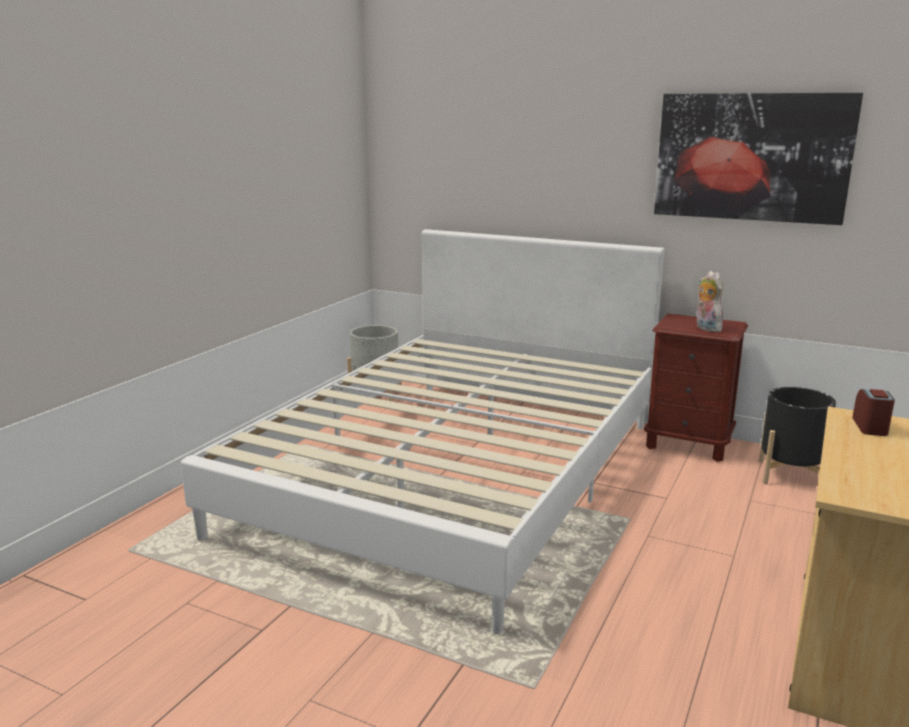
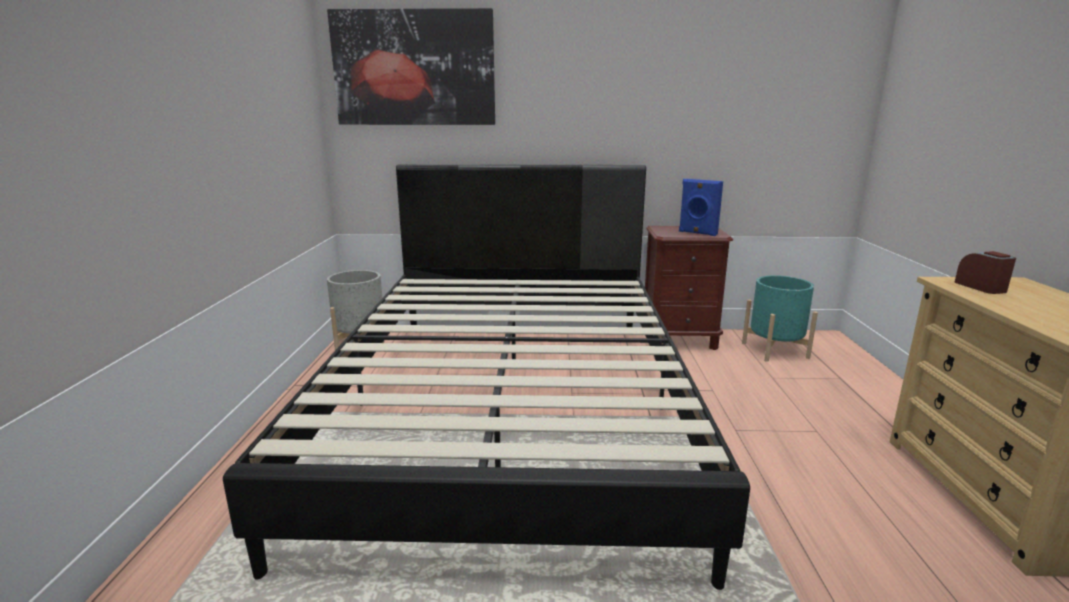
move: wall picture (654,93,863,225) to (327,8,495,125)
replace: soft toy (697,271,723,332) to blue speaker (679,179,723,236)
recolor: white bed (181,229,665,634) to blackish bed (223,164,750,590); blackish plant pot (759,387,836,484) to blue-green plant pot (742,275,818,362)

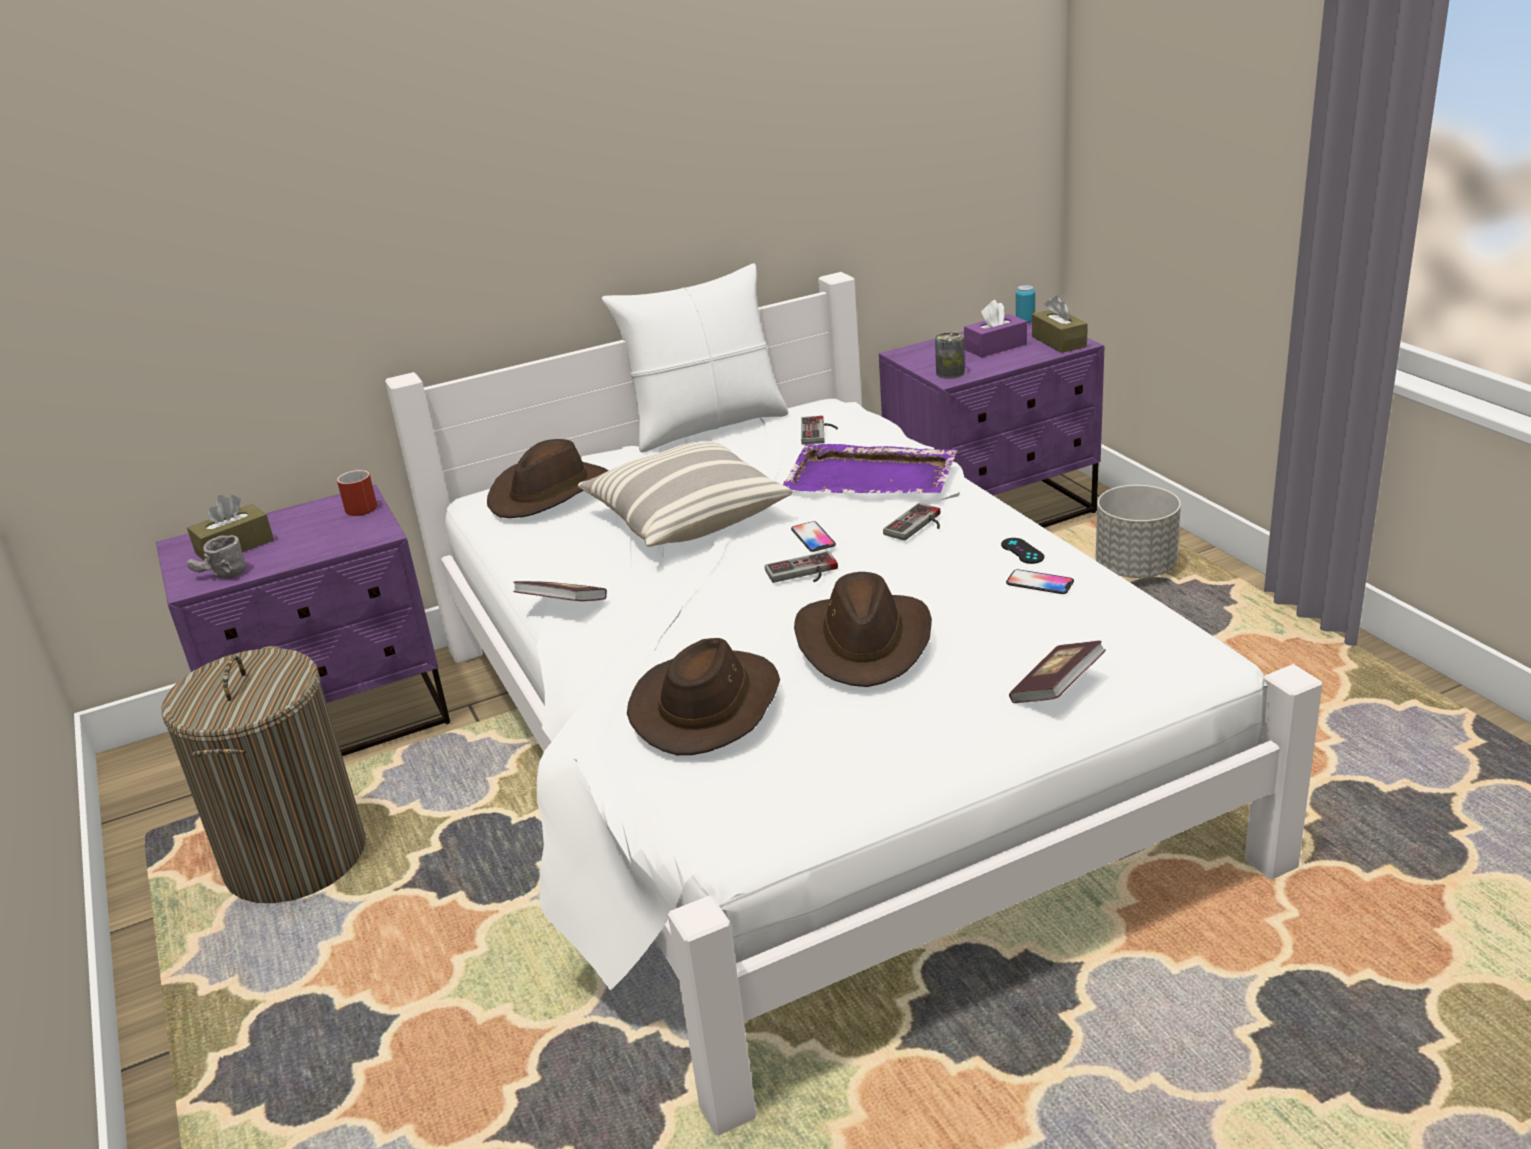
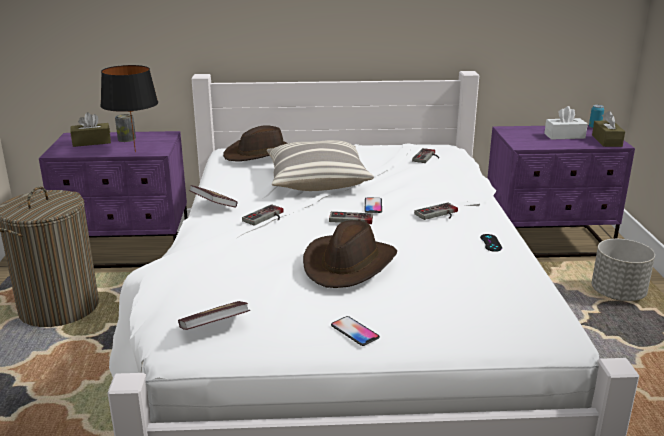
delete: grey coffee mug (187,535,246,579); reddish coffee mug (337,470,377,516); white pillow (602,263,788,453); brownish wearable hat (627,638,780,755); purplish serving tray (783,444,957,493)
insert: blackish tabletop lamp (100,65,158,153); game controller (242,204,284,226)
move: metal can (935,332,965,379) to (115,114,136,142); telephone (1006,569,1074,594) to (331,316,380,346); volume (1009,641,1106,703) to (178,301,250,330)
recolor: purplish box of tissues (964,300,1027,357) to white box of tissues (544,106,588,140)

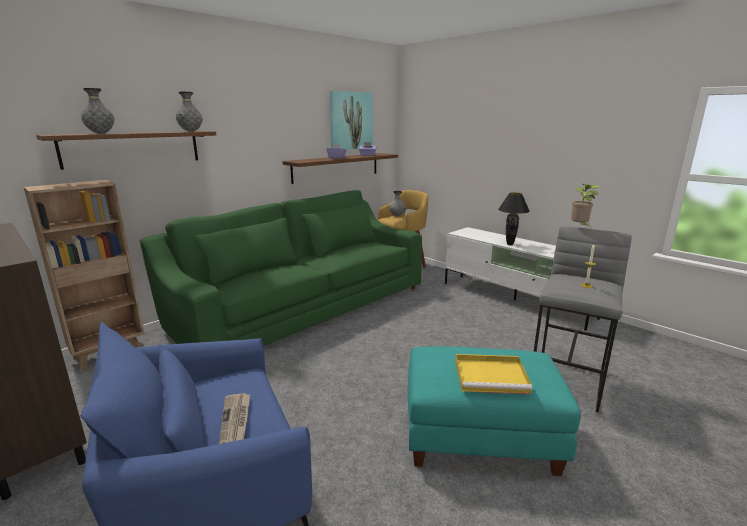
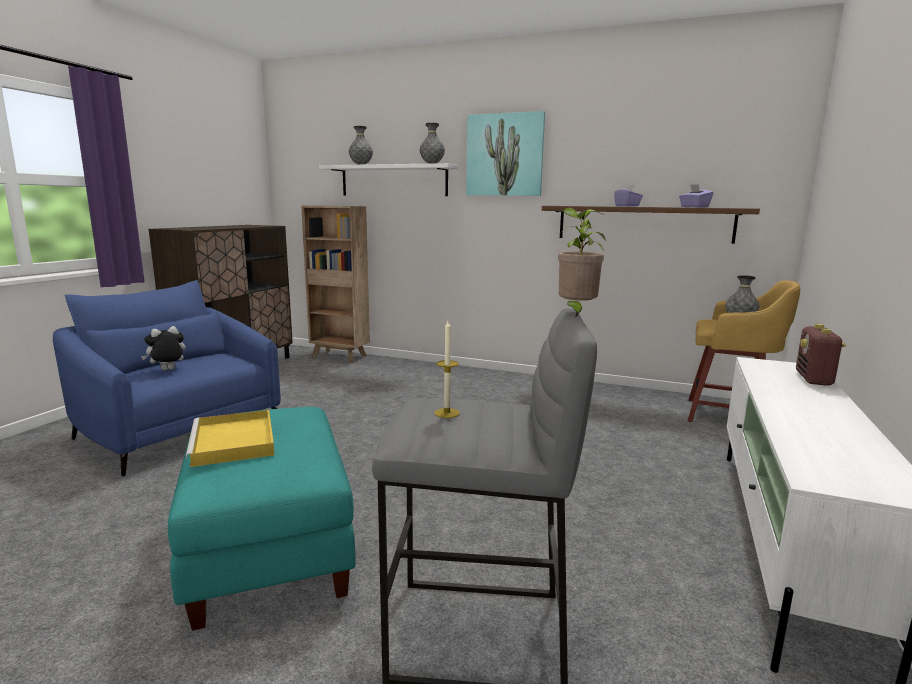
delete: green-coloured couch (140,190,422,346); blackish tabletop lamp (498,193,530,245)
insert: radio receiver (796,324,846,386)
move: wall picture (330,91,373,150) to (466,111,545,196)
replace: newspaper (219,393,250,444) to soft toy (141,326,186,371)
recolor: brownish bracket shelf (36,131,216,170) to white bracket shelf (319,163,459,196)

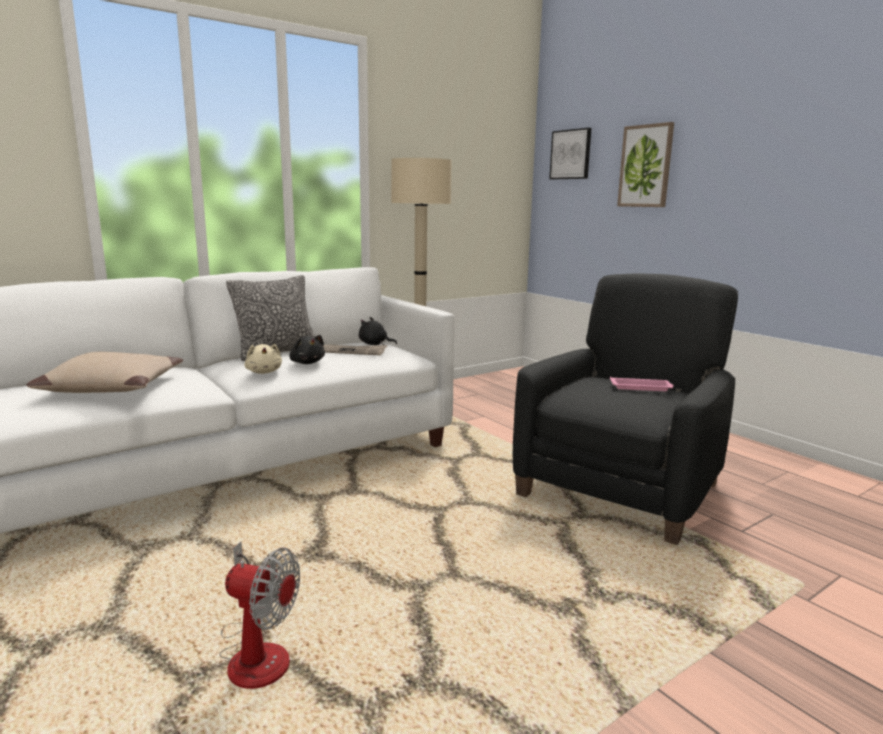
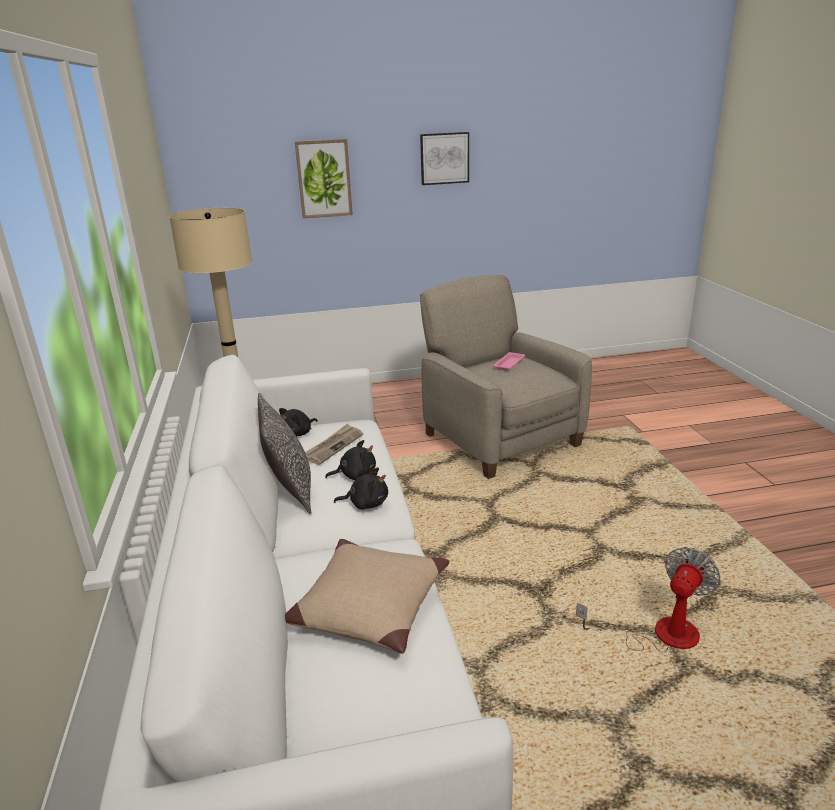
move: wall picture (549,128,591,179) to (420,132,469,185)
recolor: beige soft toy (244,344,282,374) to blackish soft toy (334,467,388,510); blackish lounge chair (513,273,738,545) to beige lounge chair (420,275,592,479)

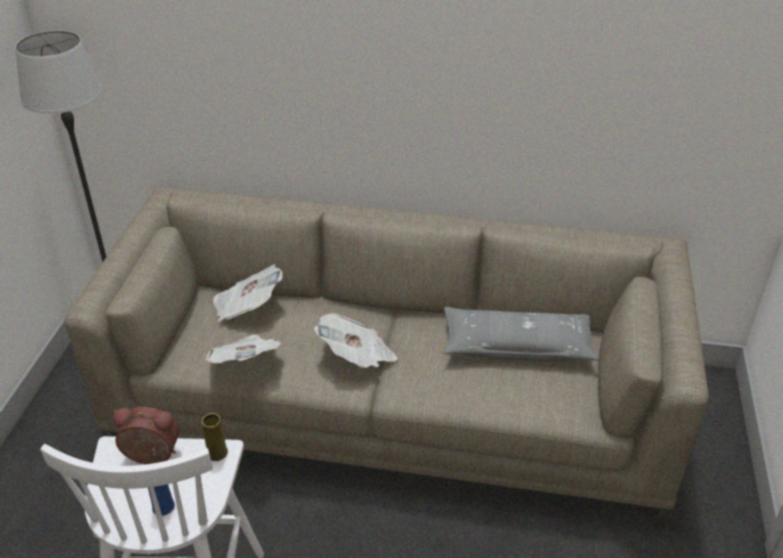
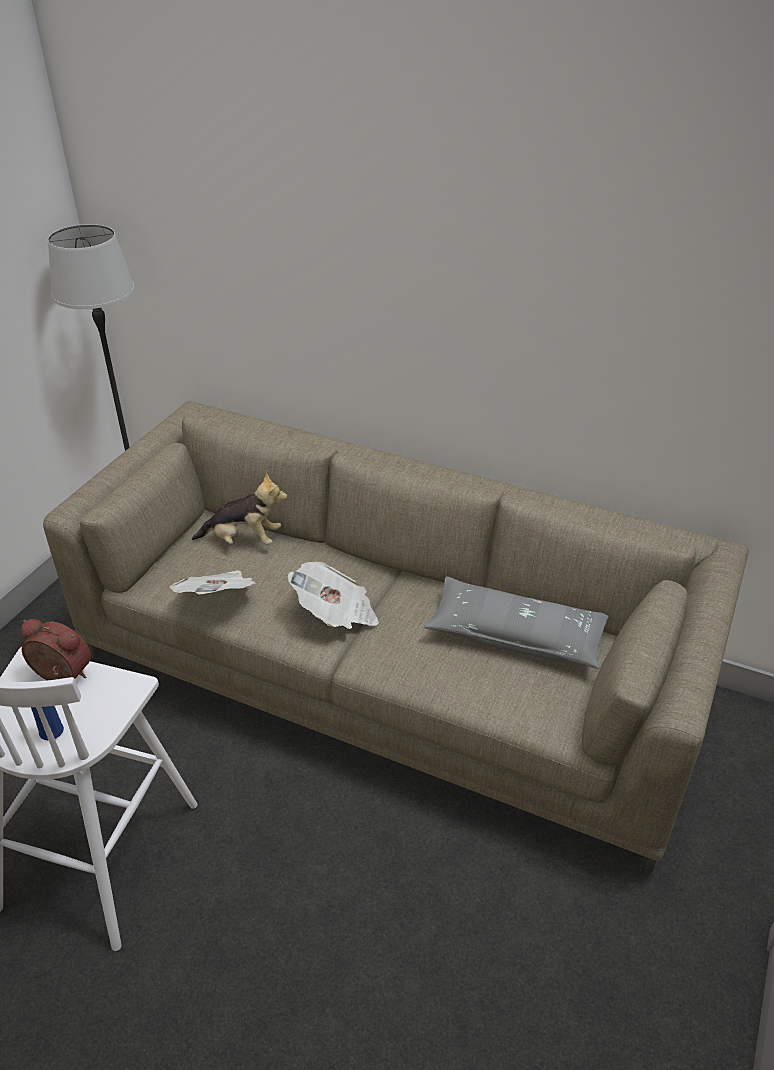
delete: yellowish vase (202,413,228,461)
replace: newspaper (213,264,283,322) to soft toy (192,472,287,545)

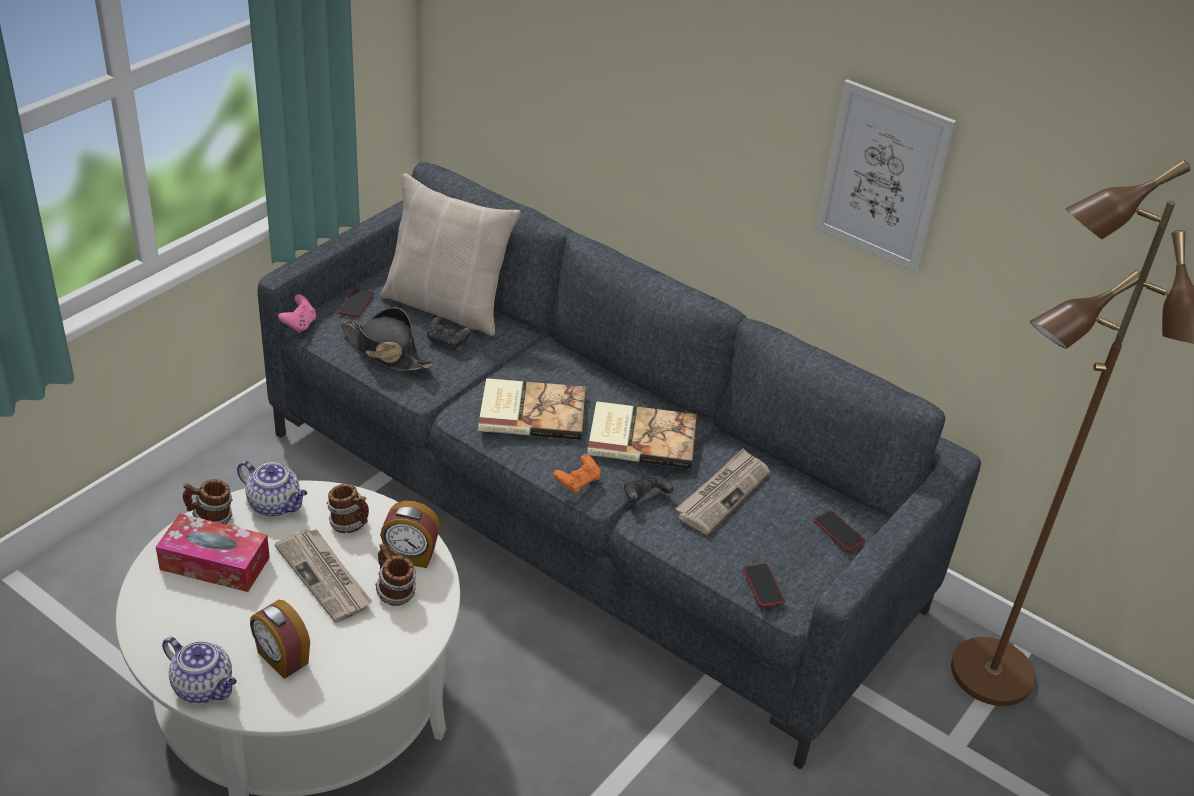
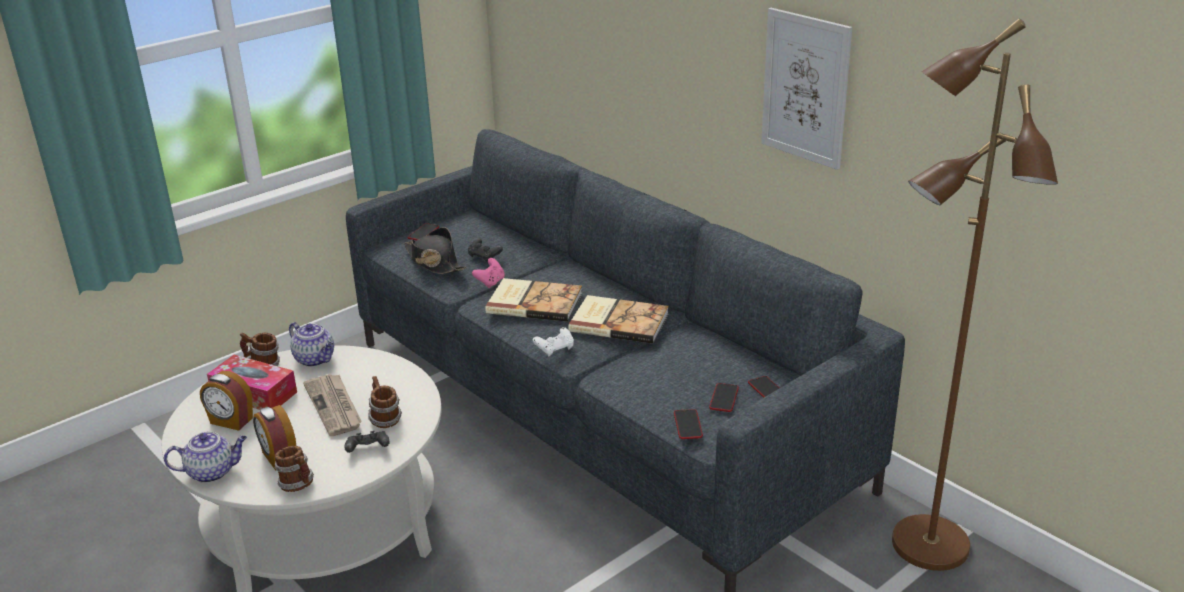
delete: beige pillow (380,173,521,336); newspaper (675,448,770,535)
insert: telephone (709,383,739,412)
move: pink game controller (278,294,316,333) to (472,258,505,288); coffee mug (327,484,369,533) to (274,446,314,492); alarm clock (380,501,440,568) to (200,371,253,431); blackish game controller (624,475,673,503) to (345,431,390,453)
recolor: orangey game controller (553,454,601,494) to white game controller (533,327,574,356)
rotate: tea pot (162,637,237,703) = (164,432,247,483) 60 degrees counterclockwise

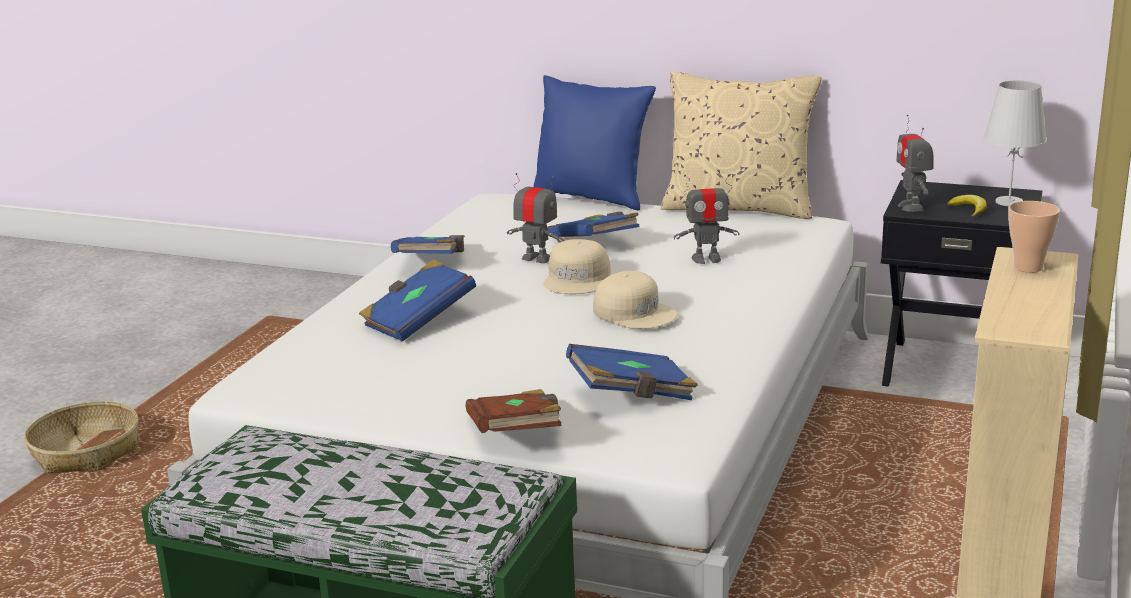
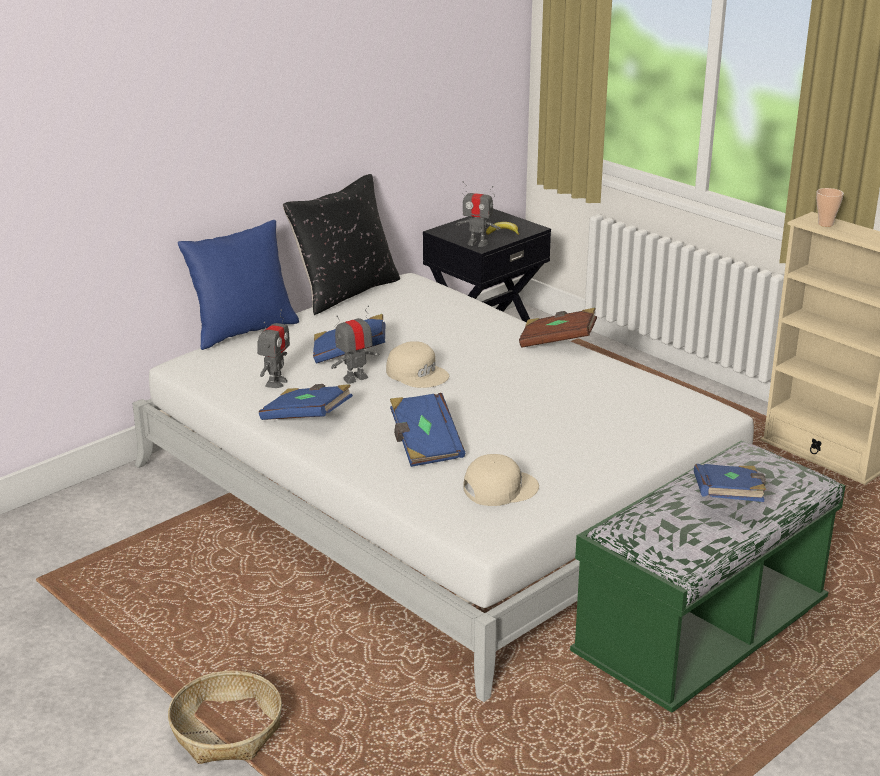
delete: white tabletop lamp (984,80,1047,206)
move: brownish volume (466,389,561,433) to (519,308,597,348); blue volume (566,344,698,400) to (694,464,766,502); beige cap (593,271,678,329) to (463,454,539,506); model robot (674,174,740,264) to (257,309,290,388)
recolor: beige pillow (661,72,822,219) to blackish pillow (283,174,400,315)

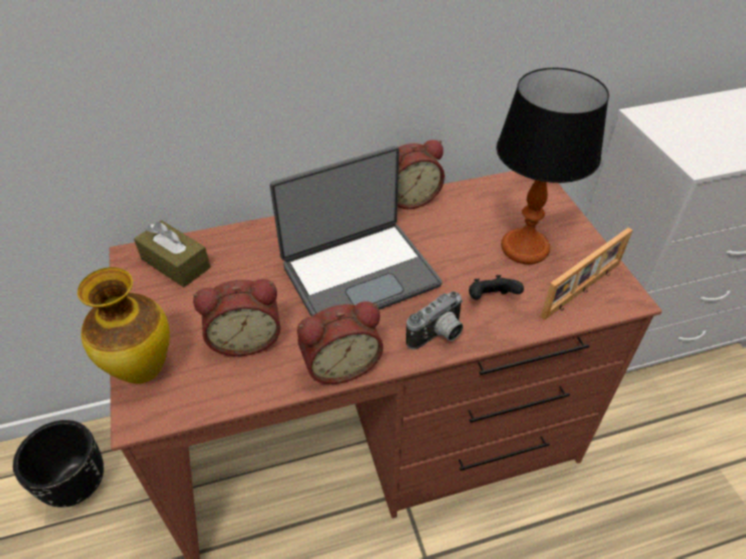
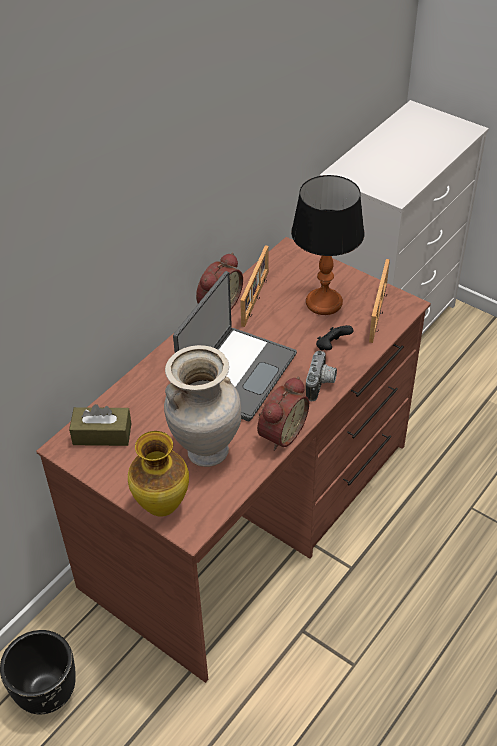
insert: picture frame (240,245,269,327)
replace: alarm clock (193,279,281,356) to beige vase (164,345,241,467)

